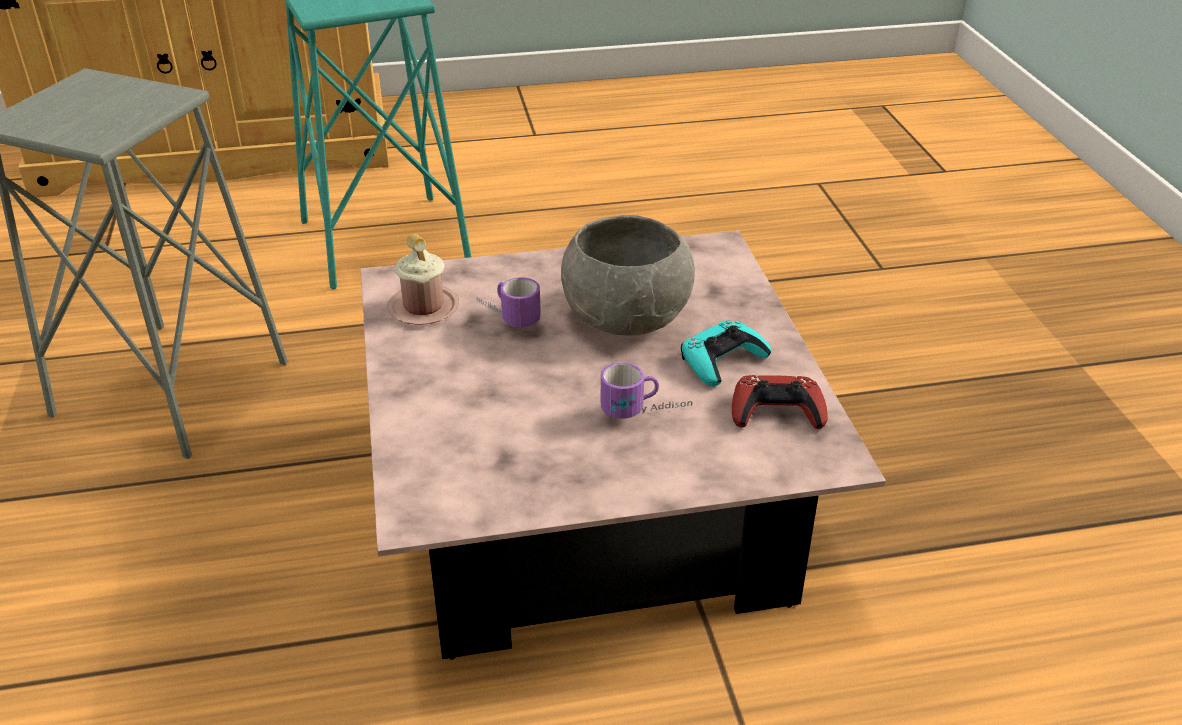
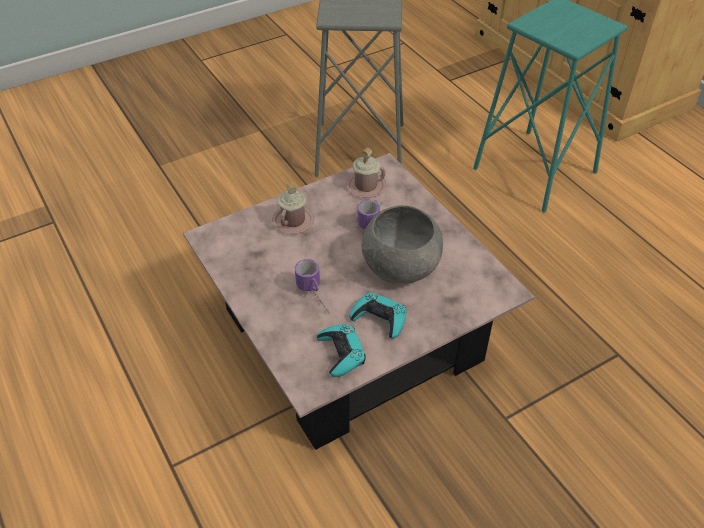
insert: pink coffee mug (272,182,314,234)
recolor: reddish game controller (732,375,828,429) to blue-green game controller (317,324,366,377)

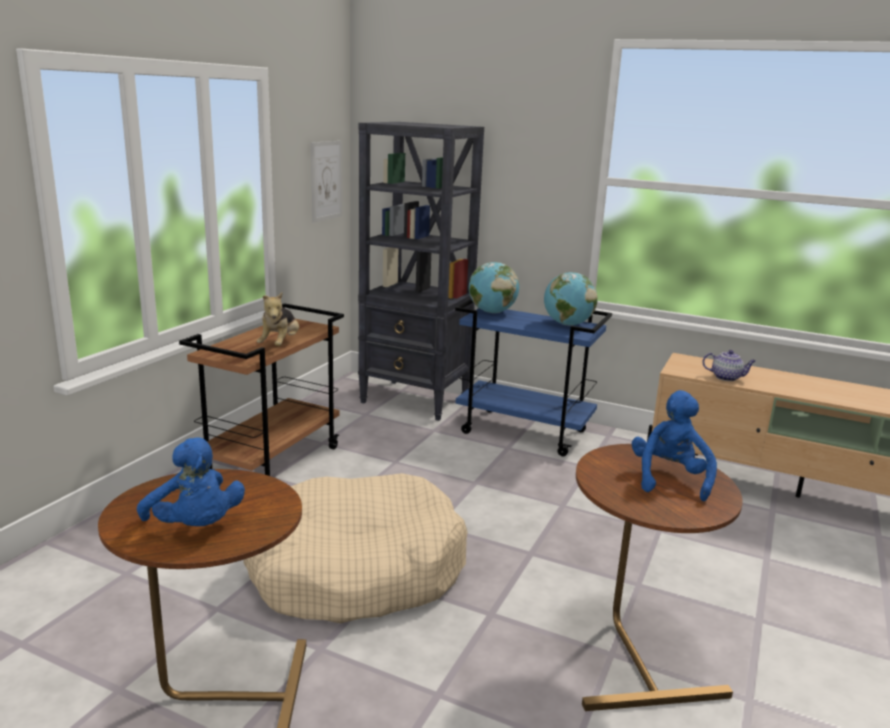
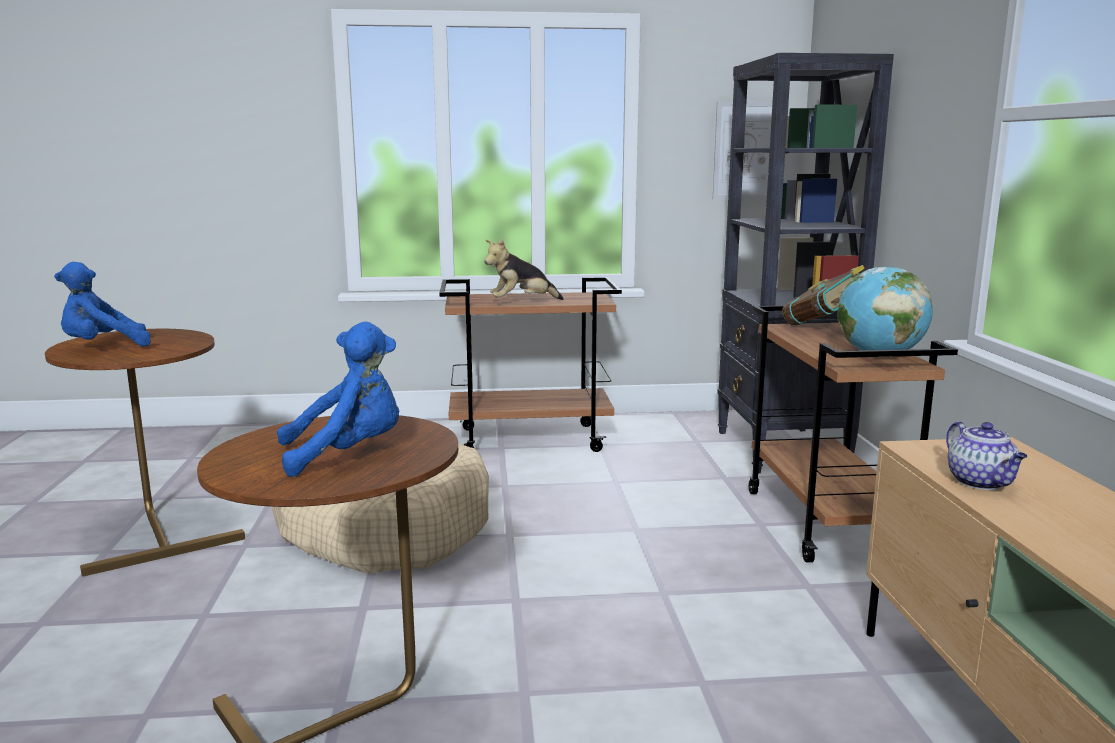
replace: desk globe (469,262,519,313) to volume (782,265,865,326)
recolor: blue wheeled cart (455,299,612,456) to brownish wheeled cart (749,306,958,562)
rotate: blue soft toy (137,437,245,526) = (54,262,151,347) 45 degrees clockwise

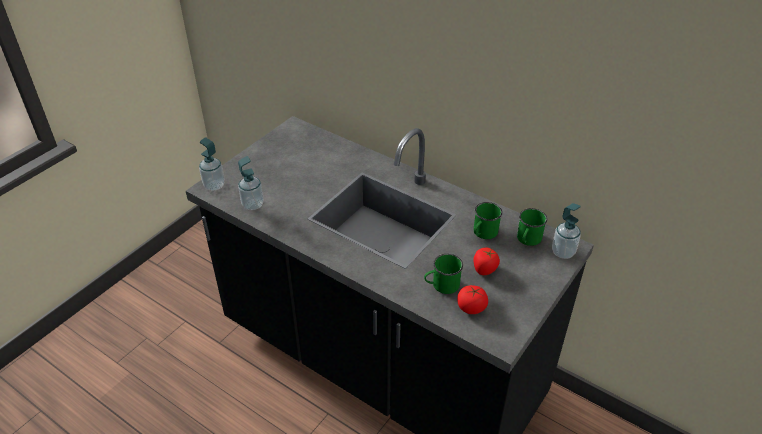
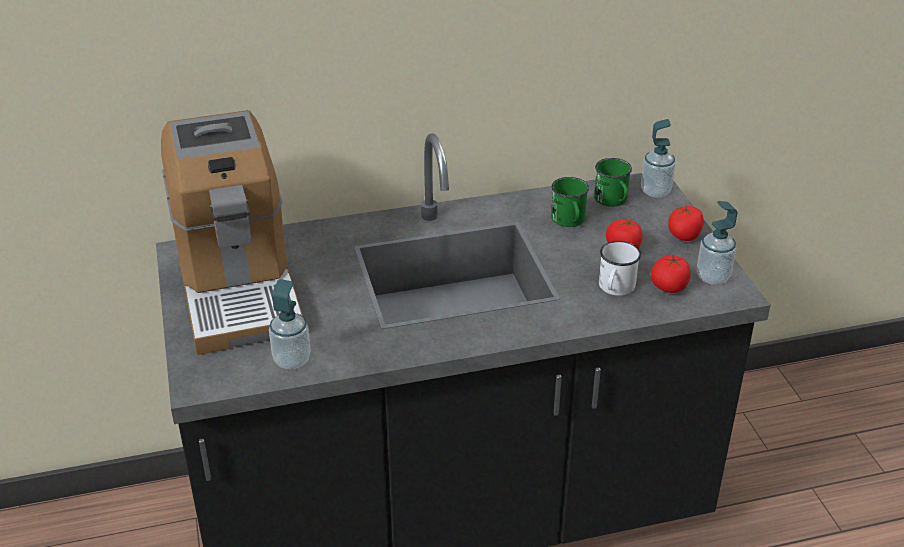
insert: coffee maker (161,110,303,355); fresh tomato (668,206,704,241)
move: soap dispenser (199,137,225,191) to (697,201,737,285)
recolor: green-coloured coffee mug (424,254,463,294) to white coffee mug (599,241,641,296)

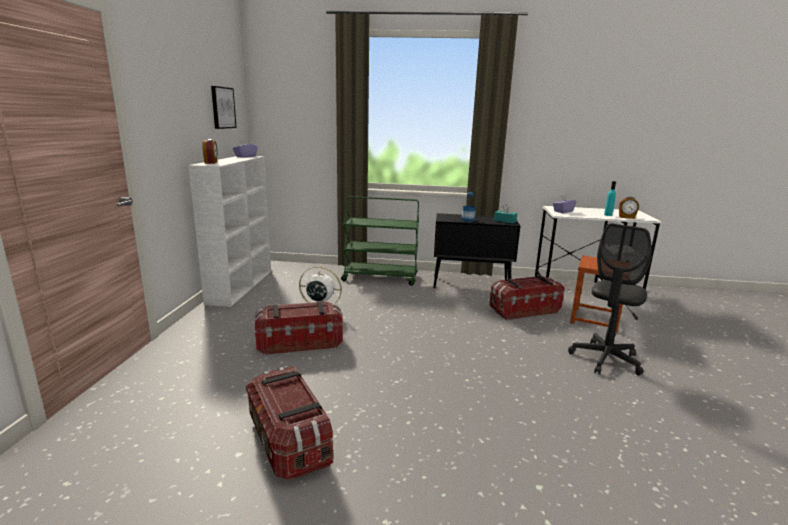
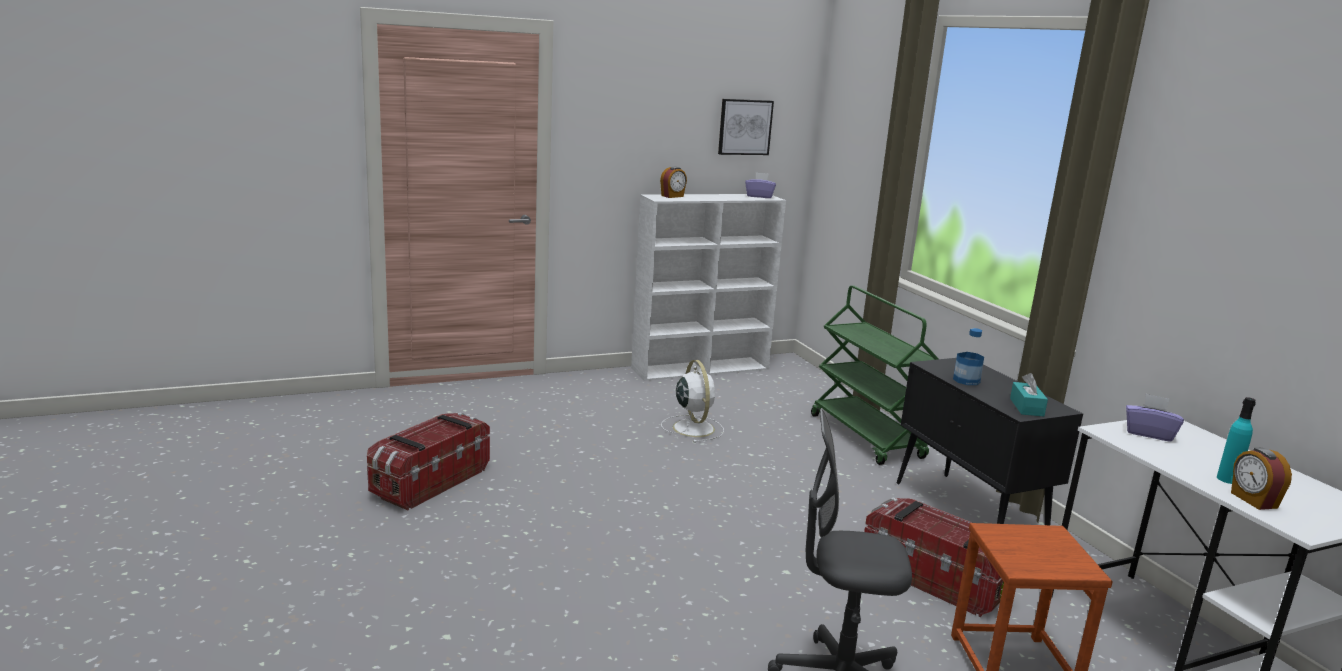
delete: storage container (253,302,343,355)

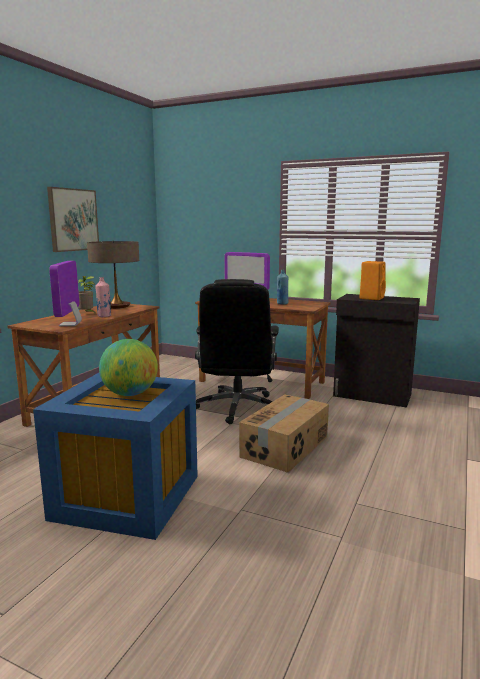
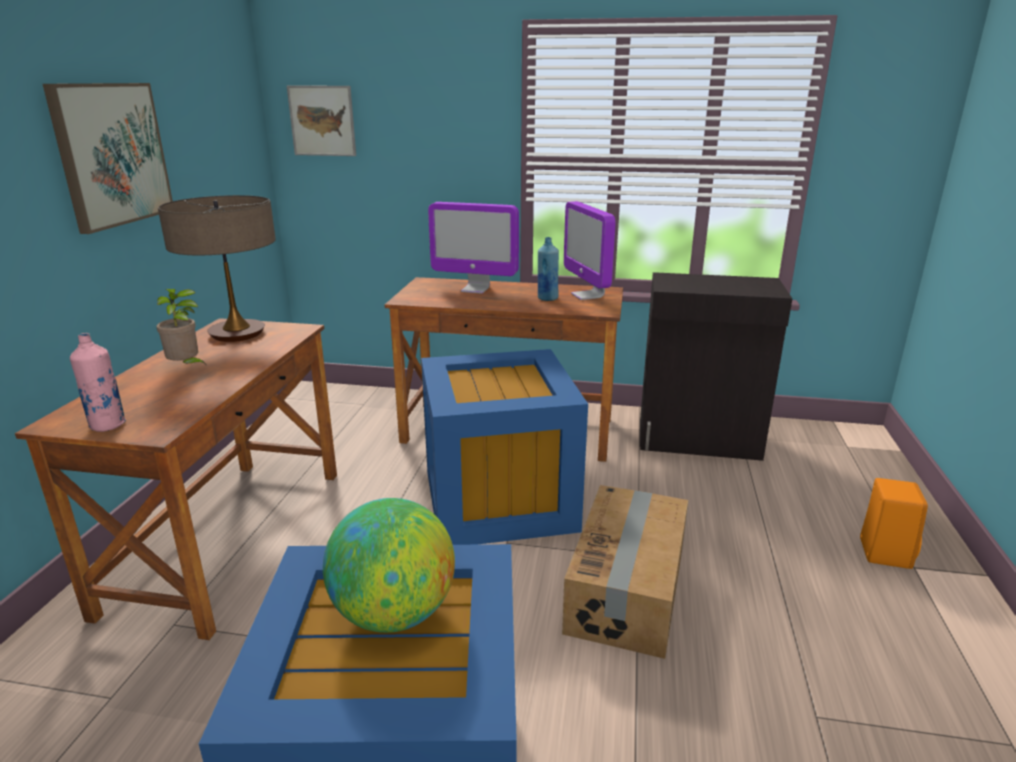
insert: wall picture (287,86,356,156)
move: computer screen (49,261,82,326) to (564,201,616,300); pink bottle (95,277,111,317) to (70,333,126,432); orangey speaker (359,261,386,300) to (860,478,928,569)
replace: blackish computer chair (195,279,279,424) to blue storage container (421,349,588,545)

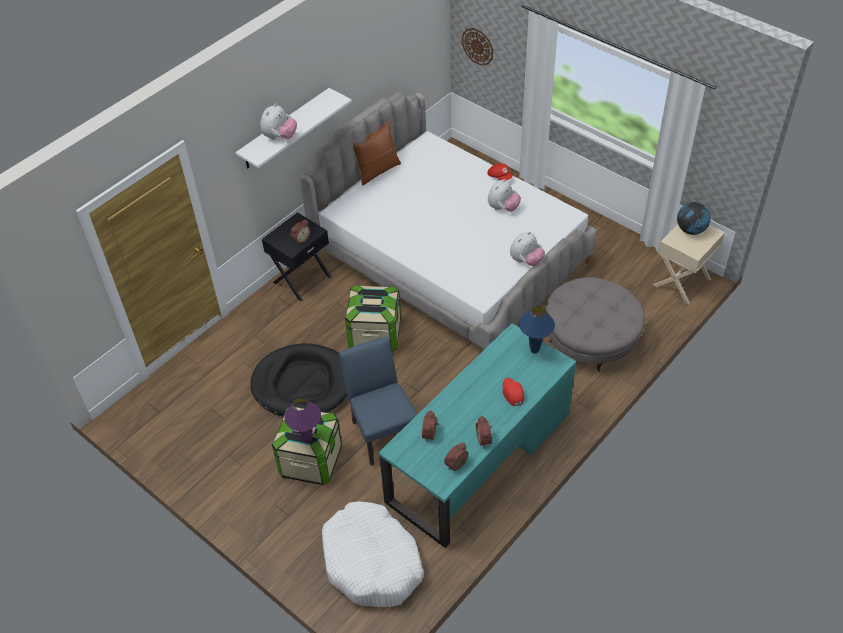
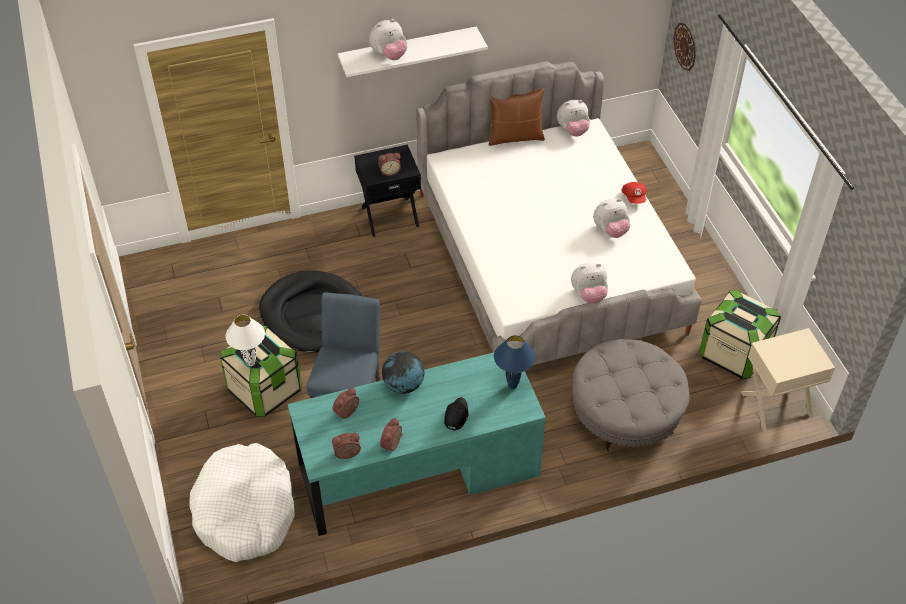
insert: soft toy (557,100,590,137)
move: storage container (345,285,401,352) to (699,290,781,379); desk globe (677,202,711,235) to (382,351,424,394)
recolor: purplish tabletop lamp (284,398,321,443) to white tabletop lamp (225,315,265,366); reddish cap (503,378,524,406) to blackish cap (444,397,469,431)

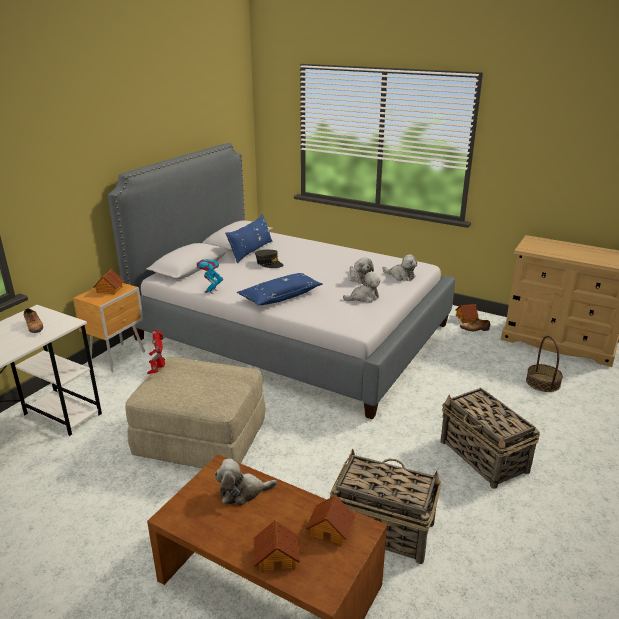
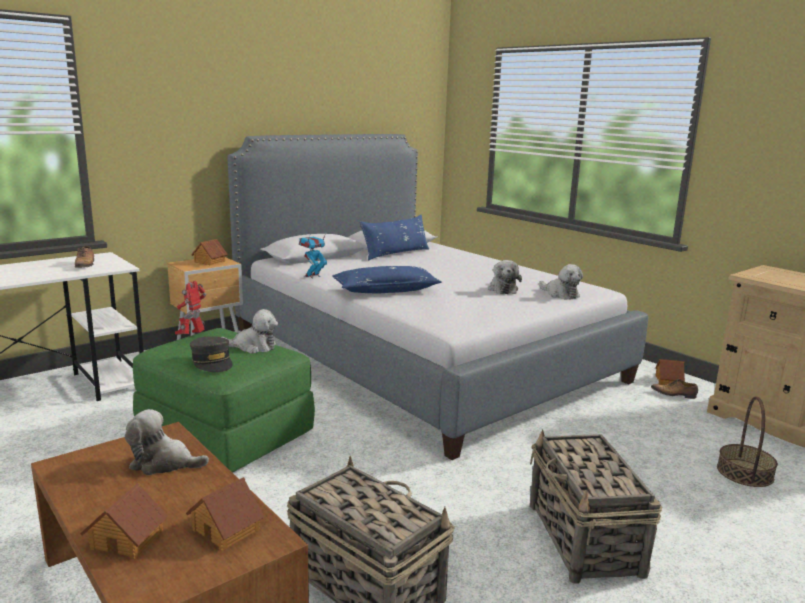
move: grey cap (255,250,283,268) to (190,336,233,372); soft toy (343,272,381,303) to (222,309,278,354)
recolor: beige ottoman (125,357,266,468) to green-coloured ottoman (133,328,315,473)

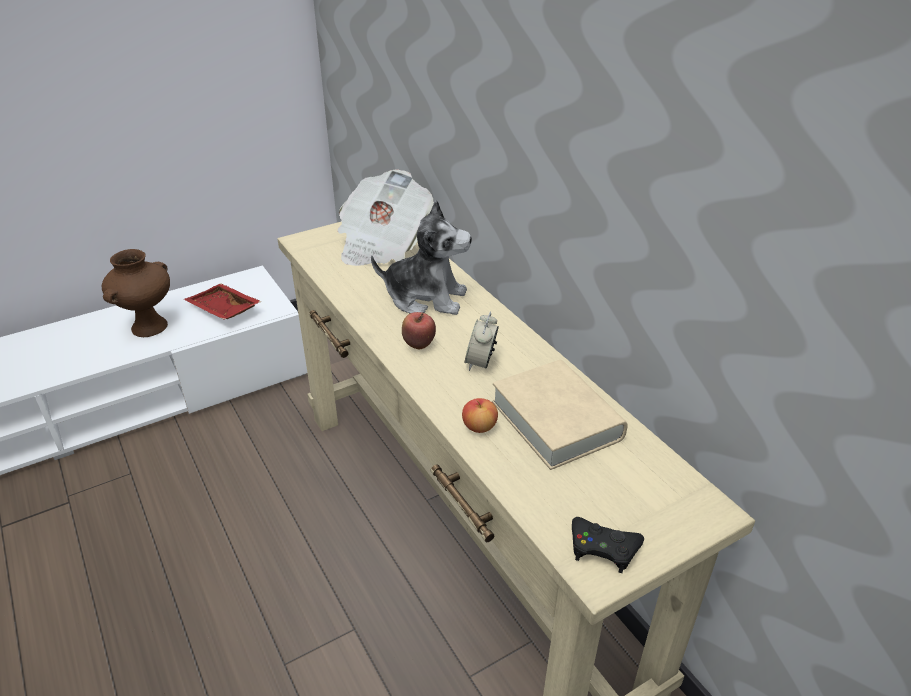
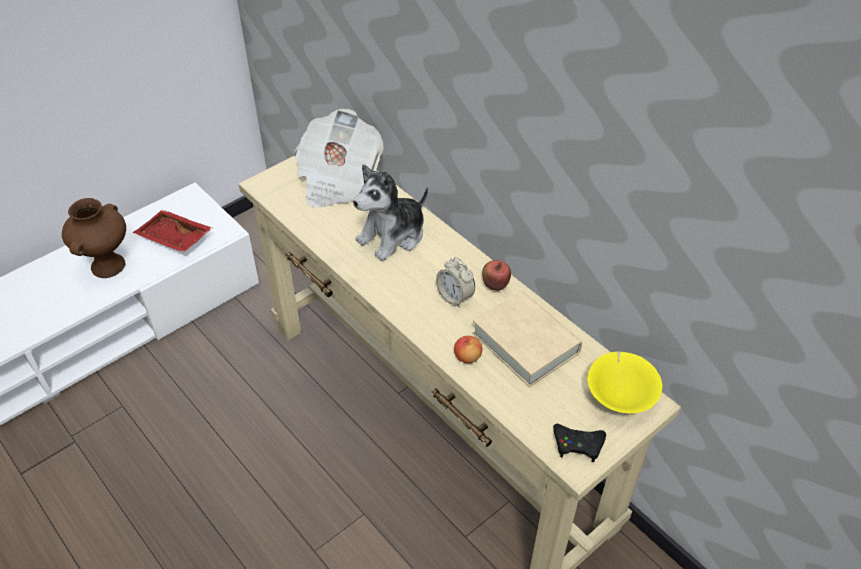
insert: yellowish deep dish (587,351,662,414)
move: whole apple (402,312,436,349) to (482,260,511,291)
rotate: soft toy (371,200,472,315) = (353,164,428,261) 135 degrees clockwise; alarm clock (464,311,499,371) = (436,257,475,307) 45 degrees counterclockwise

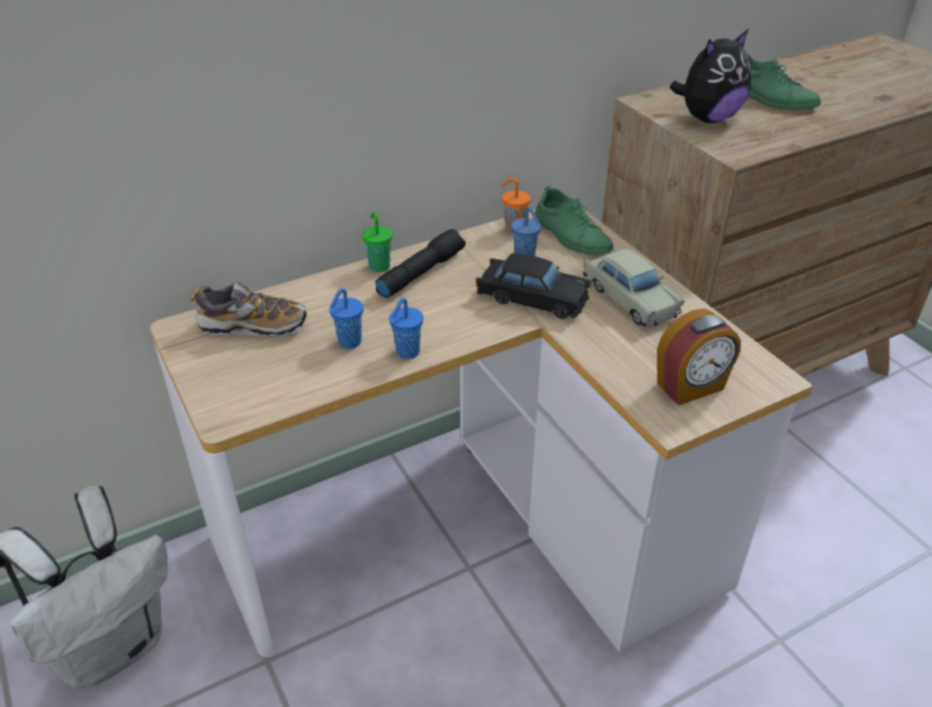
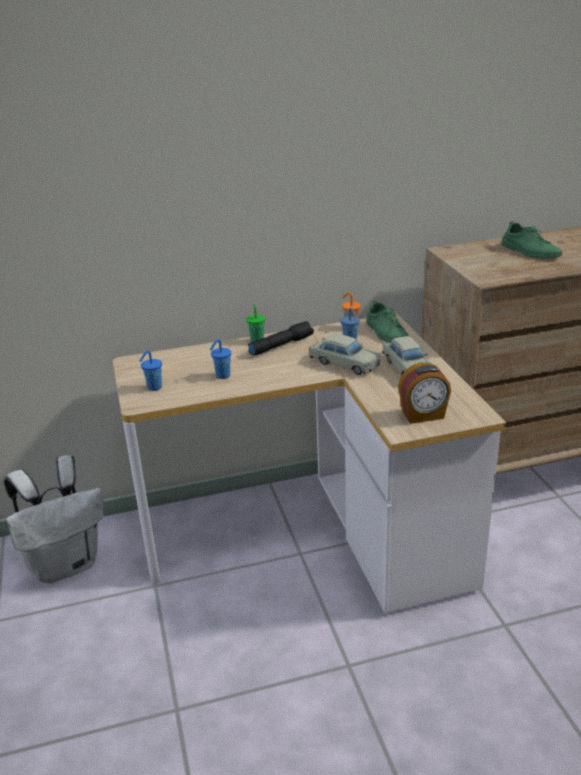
delete: low shoe (190,282,307,336); soft toy (670,30,752,123)
move: blue drinking cup (389,298,423,359) to (139,351,162,391)
recolor: blackish model car (476,253,591,319) to beige model car (309,334,381,375)

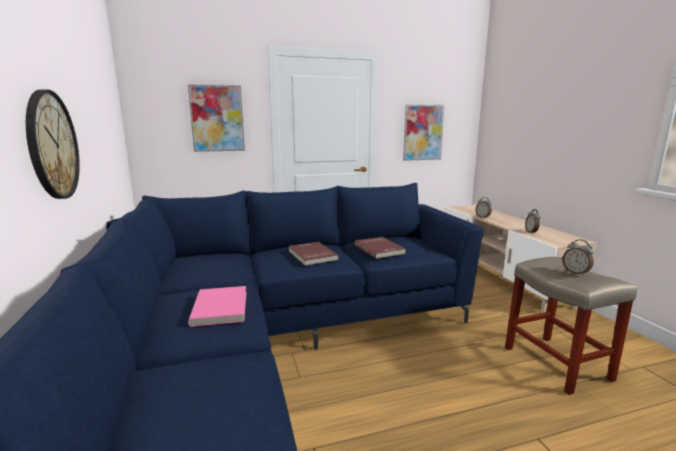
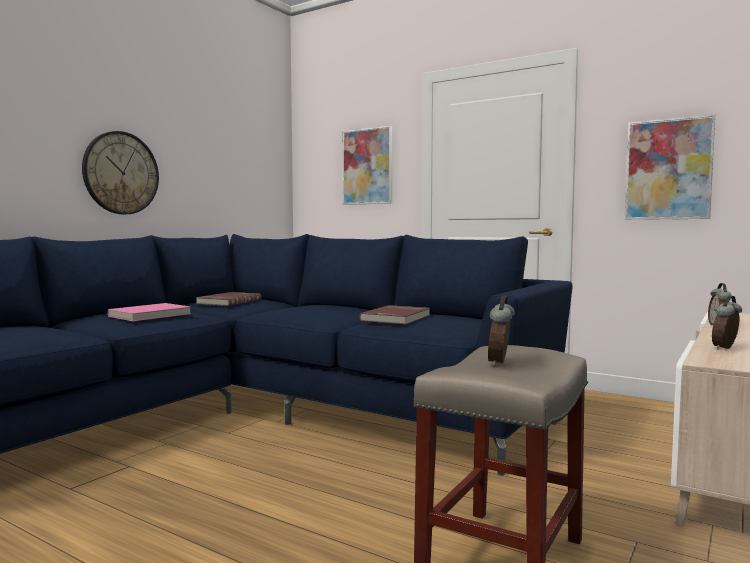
move: reddish volume (288,242,339,266) to (196,292,261,306)

